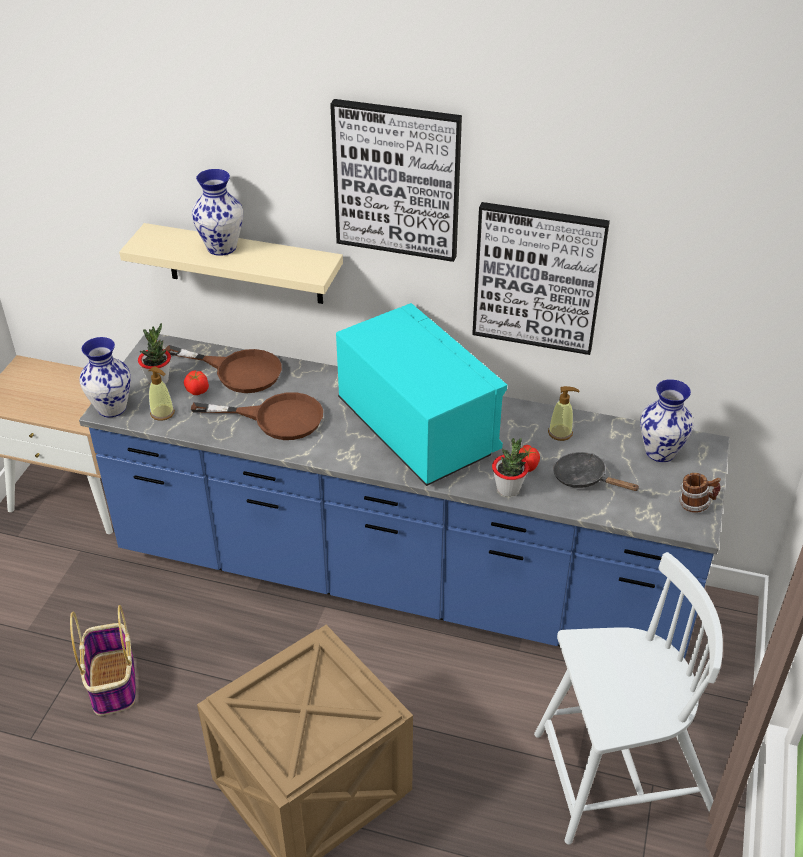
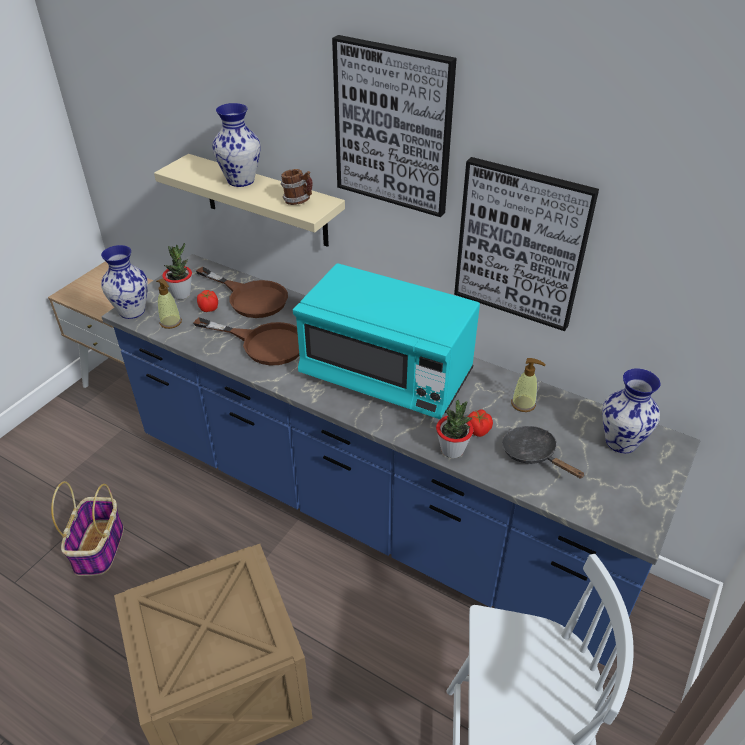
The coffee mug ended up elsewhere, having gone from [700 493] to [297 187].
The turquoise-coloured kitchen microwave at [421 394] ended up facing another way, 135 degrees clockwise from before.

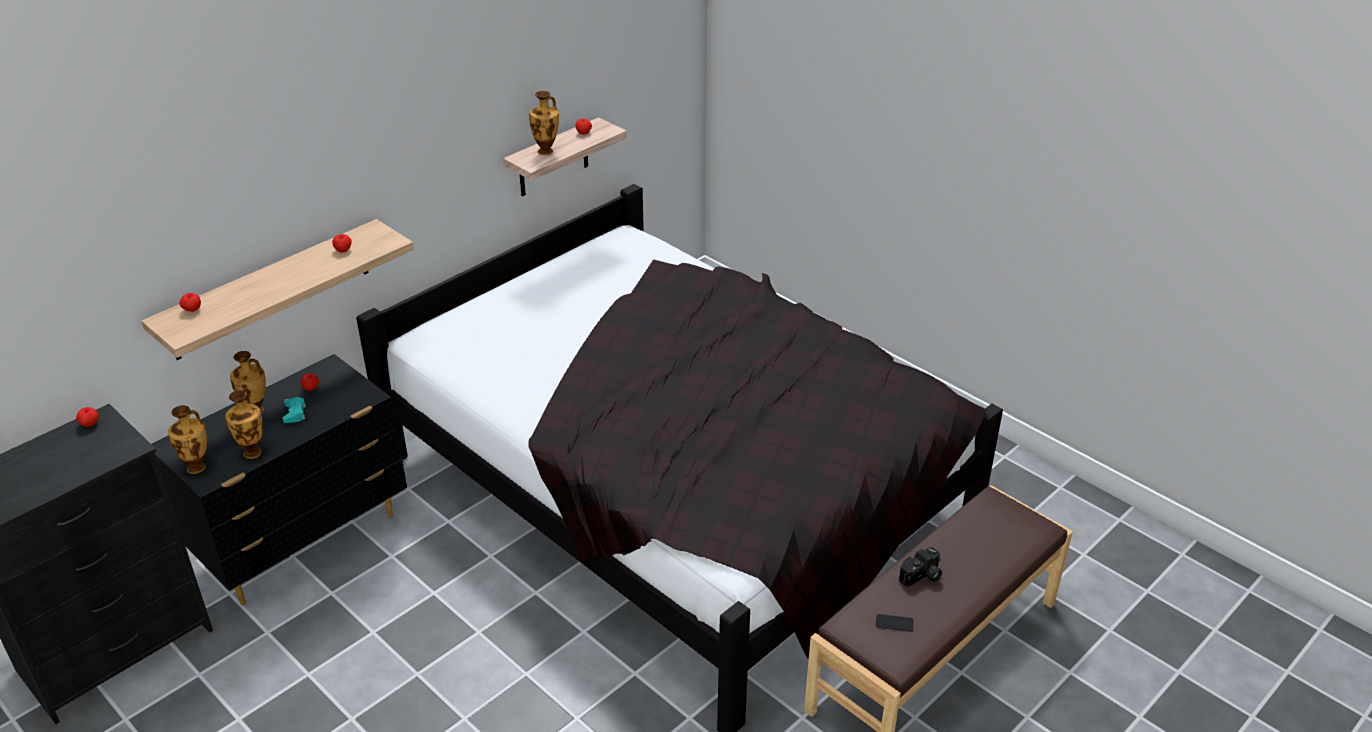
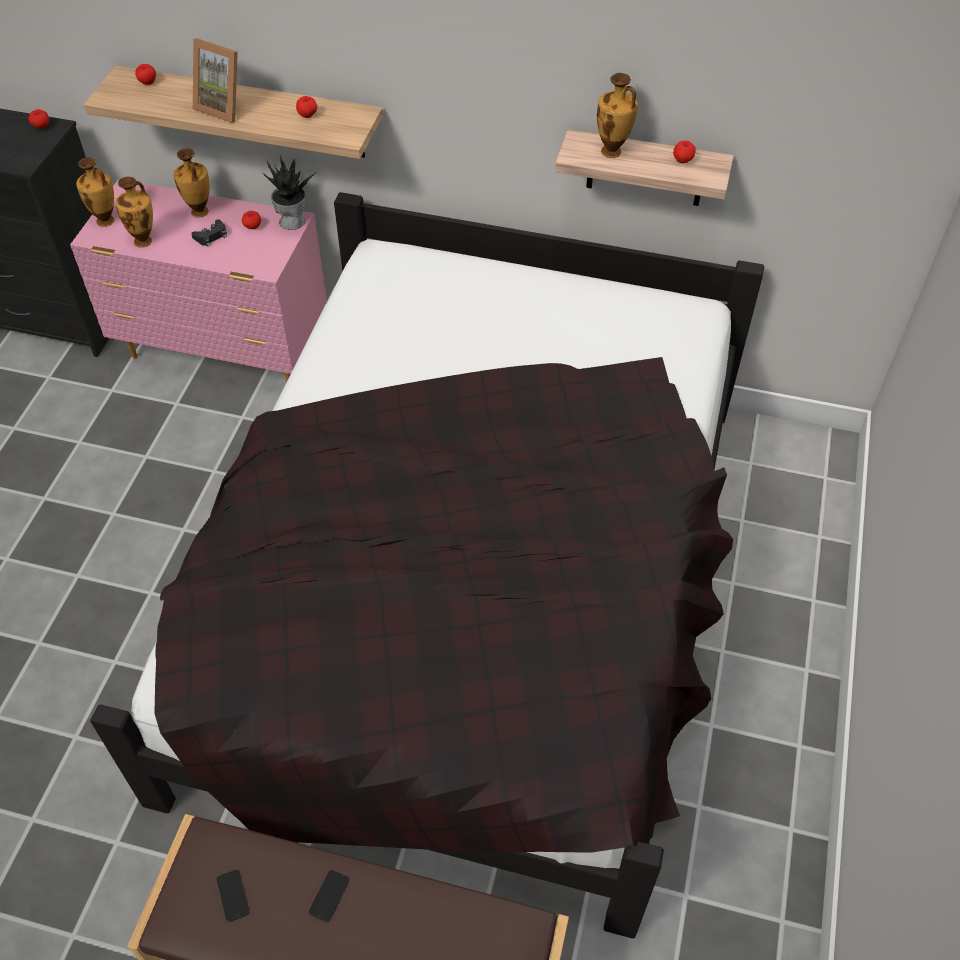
What was the black-coloured chest of drawers at [279 479] turned into the pink chest of drawers at [198 280].
What was the turquoise-coloured gamepad at [294 410] turned into the black-coloured gamepad at [209 233].
The second view gained the standing frame at [215 80].
The second view gained the plant in a pot at [289 192].
Where the still camera stood at [920 567], the phone came to stand at [329 896].

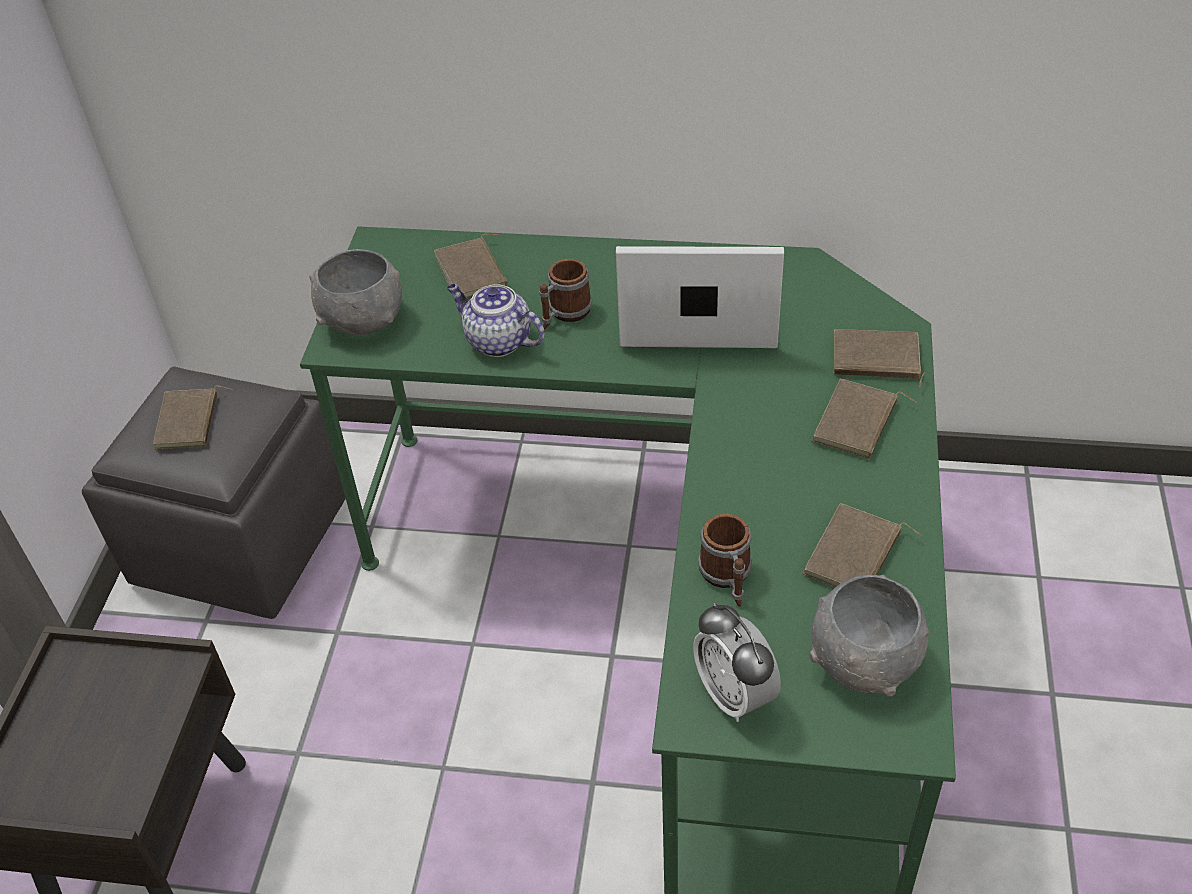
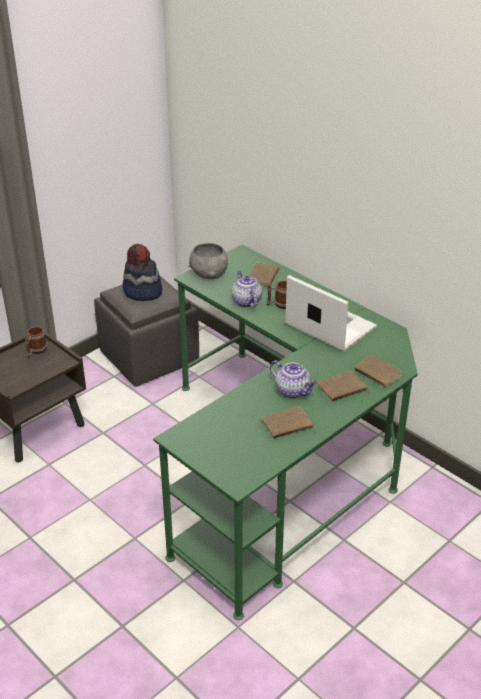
The coffee mug ended up elsewhere, having gone from [725 560] to [36 342].
Where the brownish volume stood at [192 417], the hat came to stand at [142 272].
The second view gained the tea pot at [293 379].
The second view lost the bedside clock at [737 662].
The second view lost the gray bowl at [869 635].

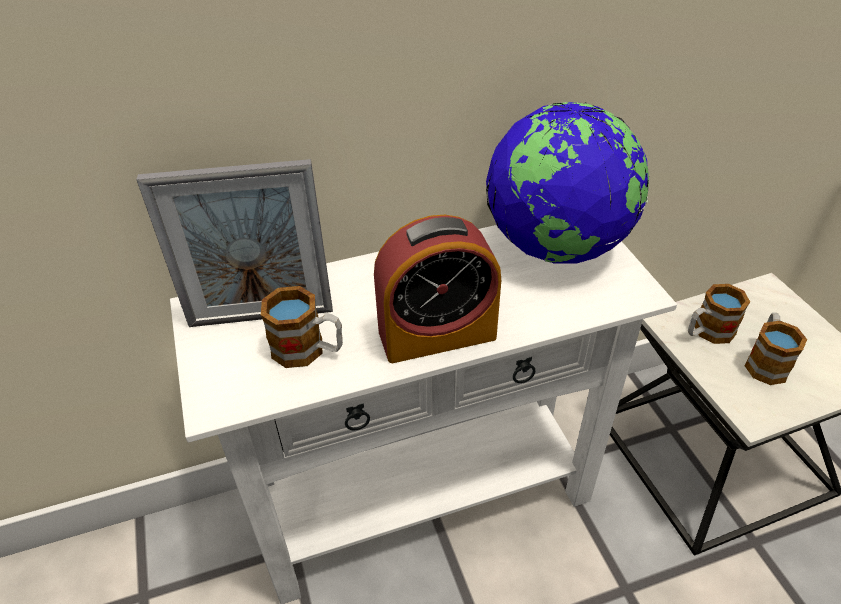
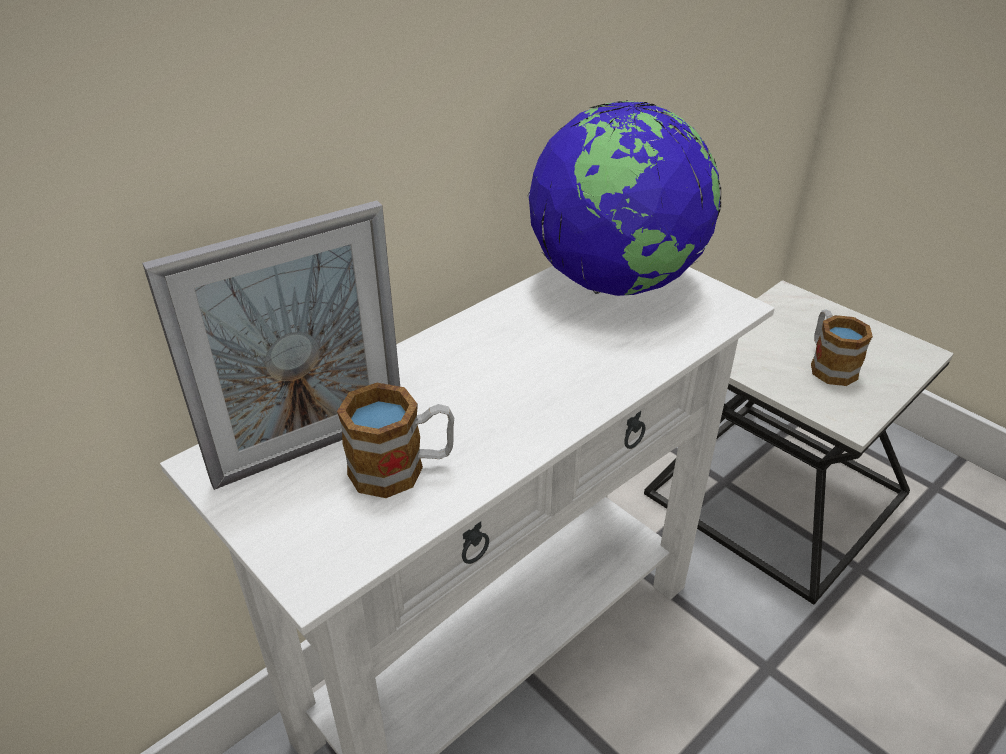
The second view lost the bedside clock at [437 289].
The second view lost the coffee mug at [719 314].

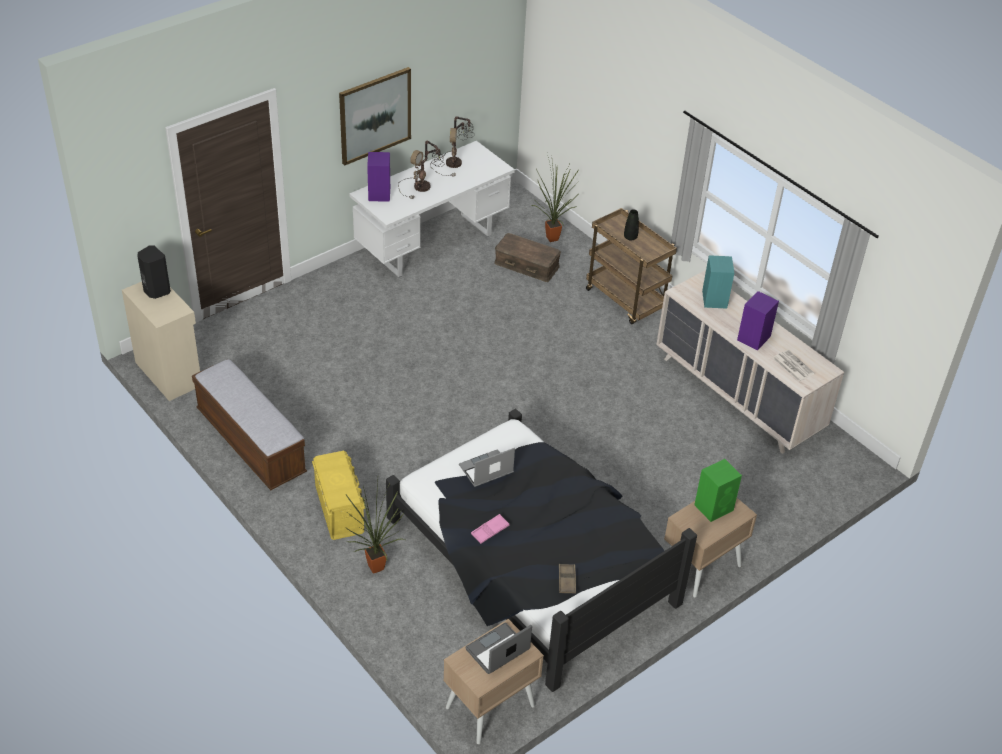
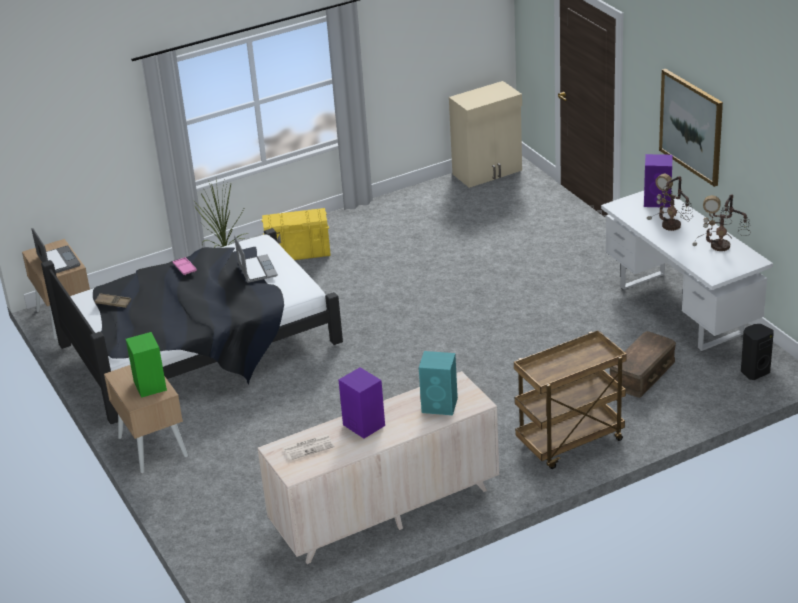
The black-coloured loudspeaker ended up elsewhere, having gone from [154 272] to [757 352].
The second view lost the indoor bench at [249 424].
The second view lost the plant in a pot at [554 199].
The second view lost the black-coloured decorative vase at [631 225].

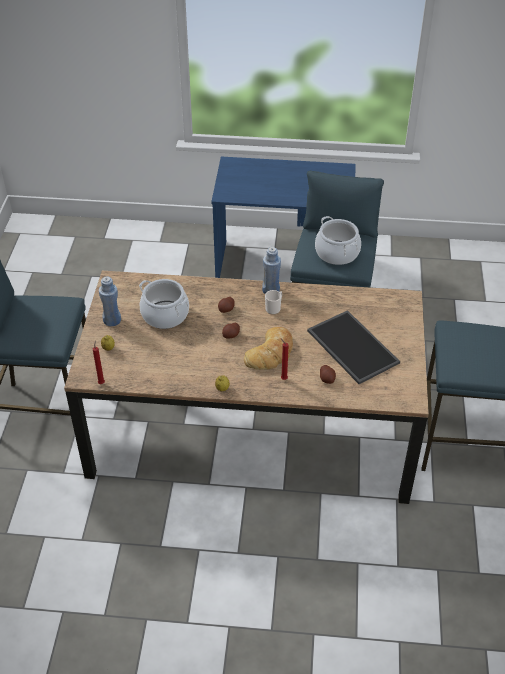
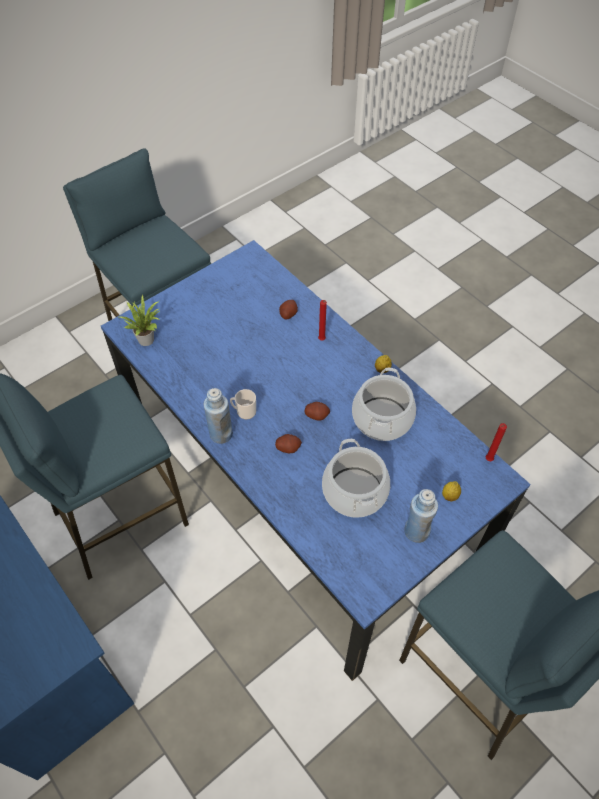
What was the brownish dining table at [246 387] turned into the blue-coloured dining table at [316 460].
The second view gained the plant in a pot at [139 320].
The stockpot ended up elsewhere, having gone from [338 240] to [384 404].
The second view lost the bakery bread at [268 348].
The second view lost the carrying tray at [353 347].

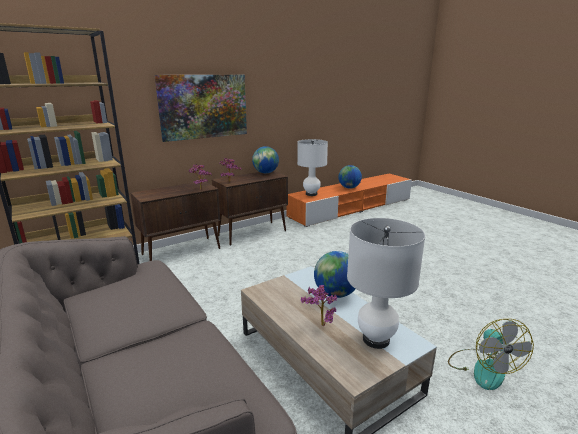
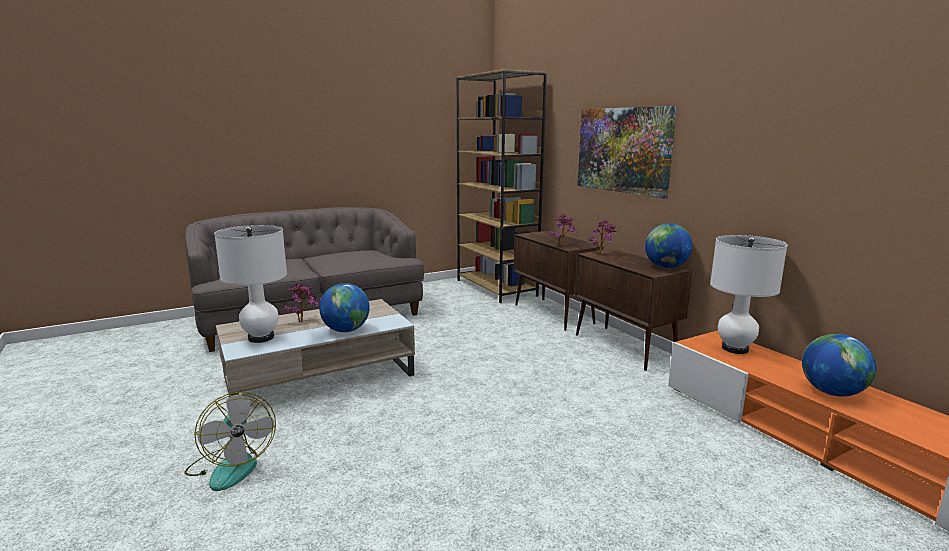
The cooling fan at [491 354] ended up facing another way, 120 degrees counterclockwise from before.

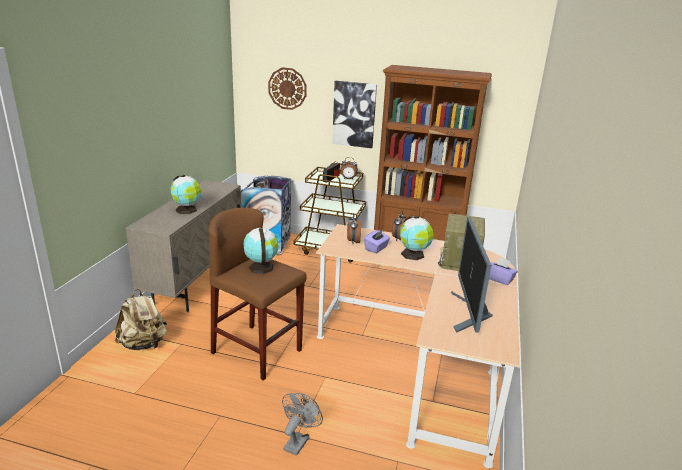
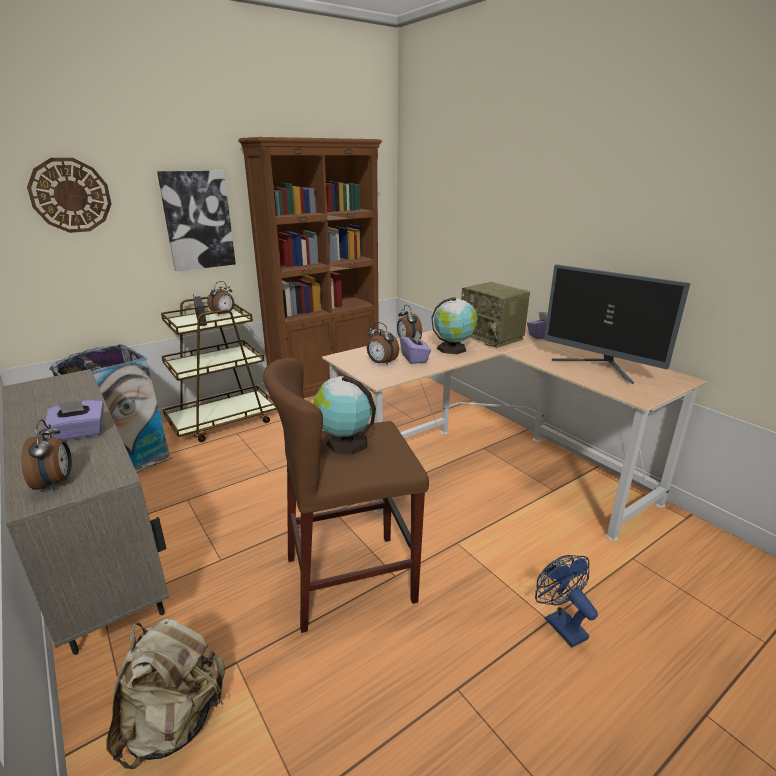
The second view gained the bedside clock at [46 455].
Where the desk globe stood at [186 194], the purplish tissue box came to stand at [74 420].
What was the gray cooling fan at [302 424] turned into the blue-coloured cooling fan at [566 601].

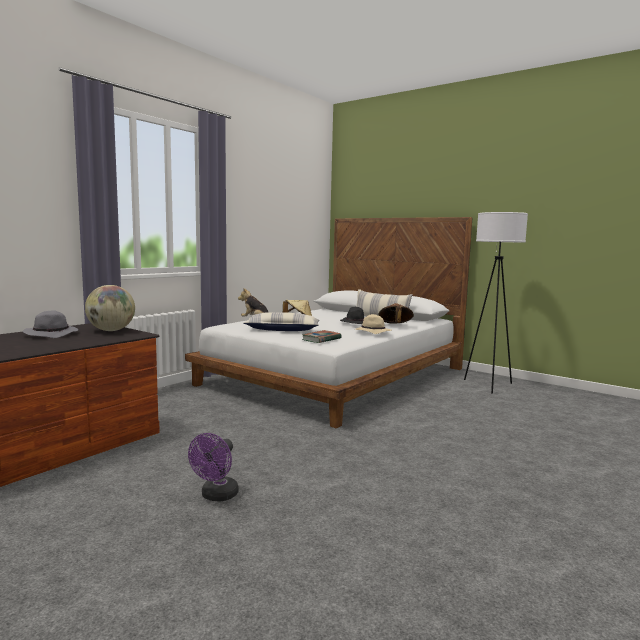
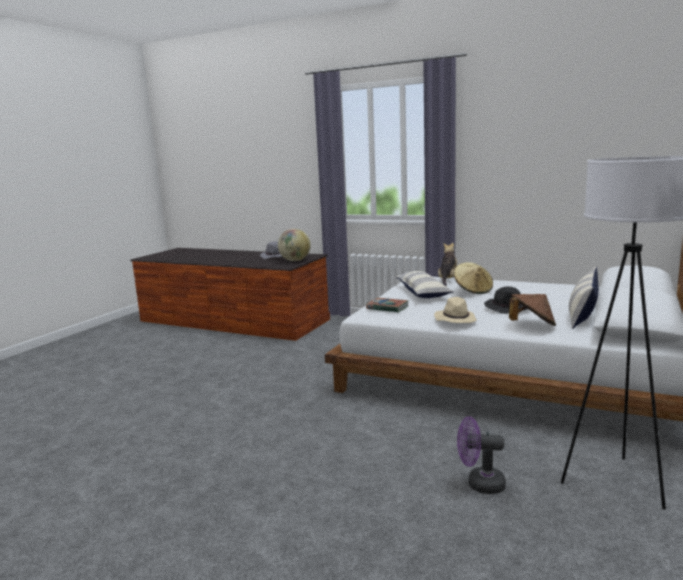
The purplish cooling fan ended up elsewhere, having gone from [213 467] to [481 455].

